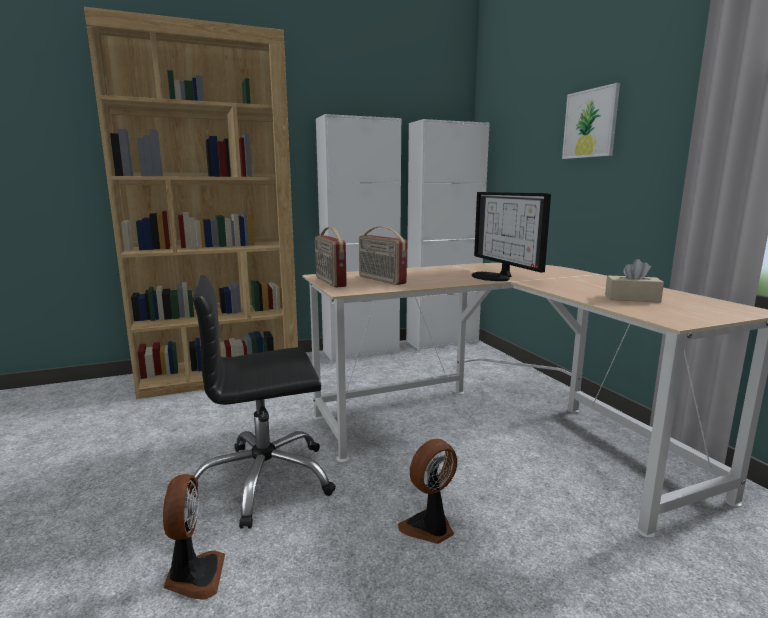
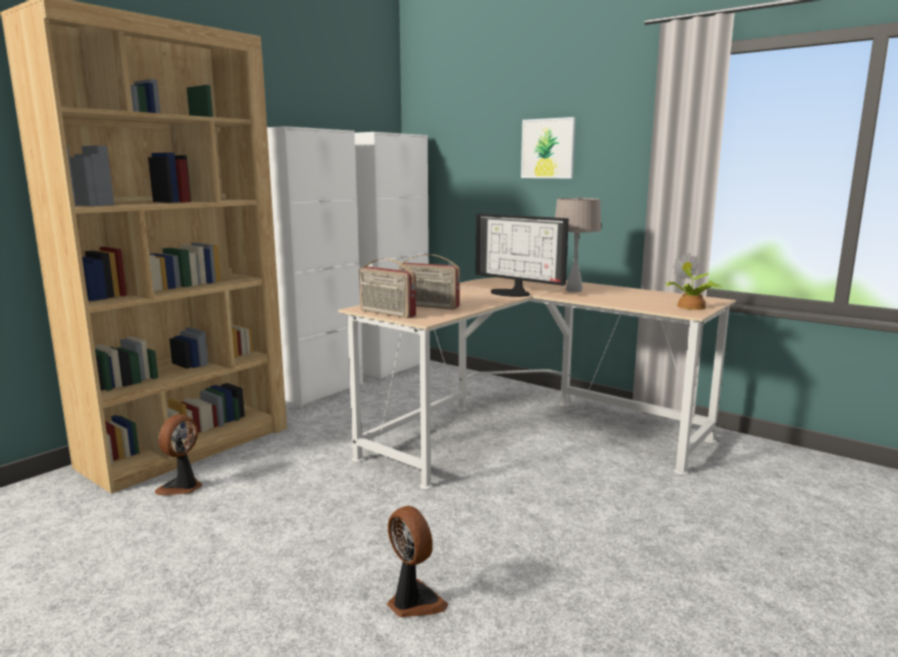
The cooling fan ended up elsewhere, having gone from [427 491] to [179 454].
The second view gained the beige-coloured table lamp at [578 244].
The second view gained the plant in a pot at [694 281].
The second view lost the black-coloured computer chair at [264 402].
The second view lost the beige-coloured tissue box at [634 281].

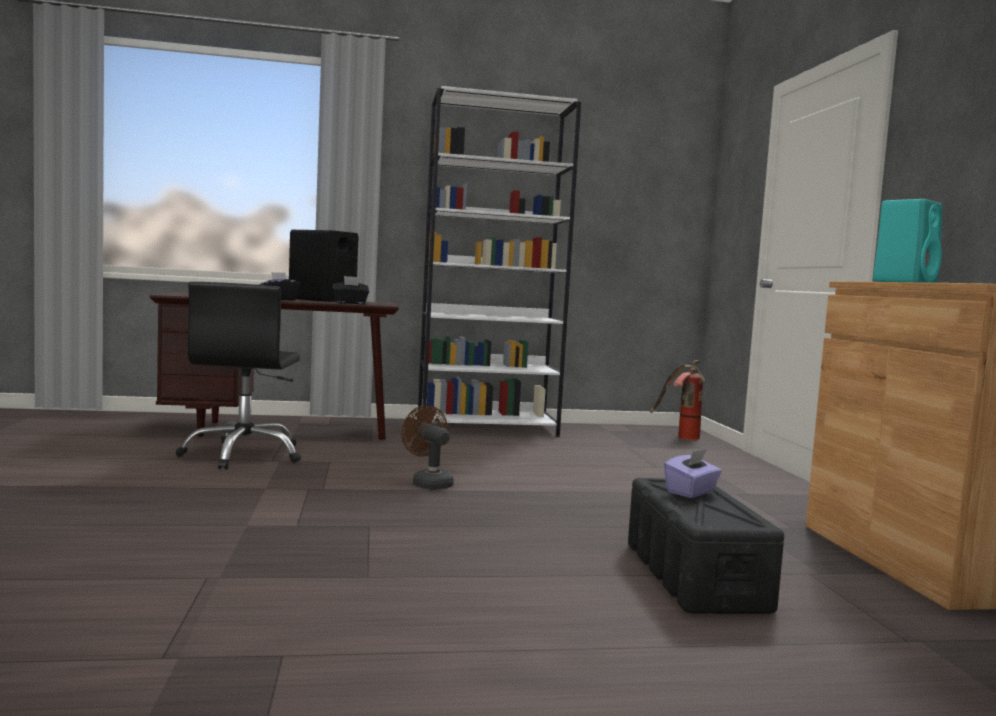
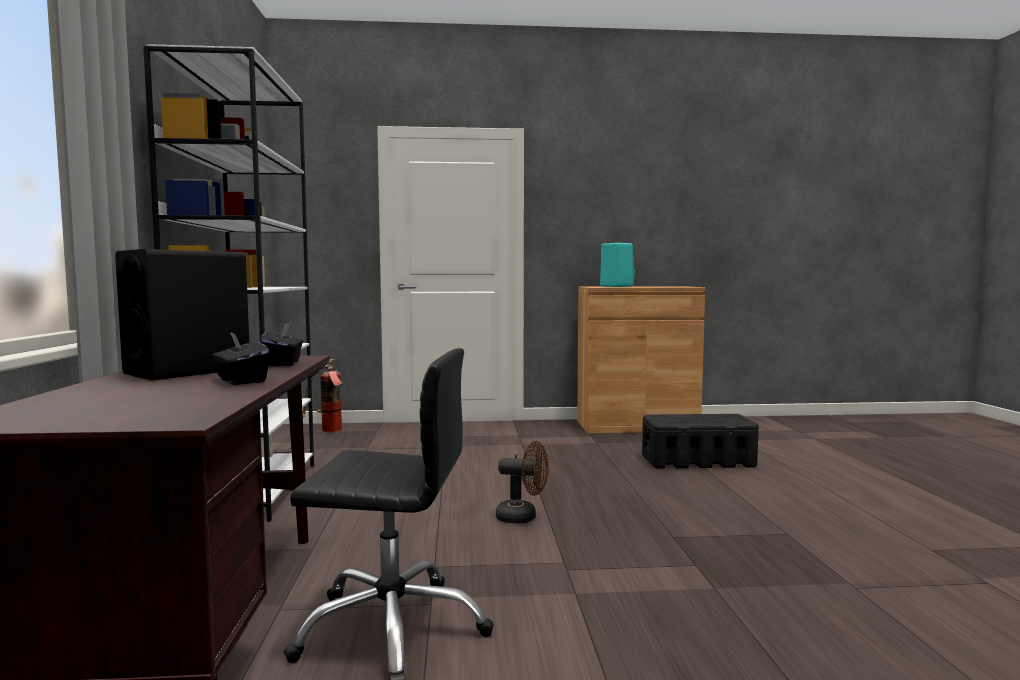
The brownish cooling fan at [427 447] ended up facing another way, 135 degrees counterclockwise from before.
The second view lost the purplish tissue box at [693 473].

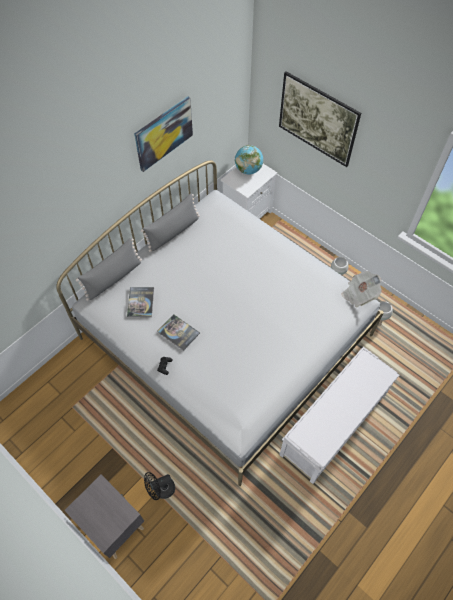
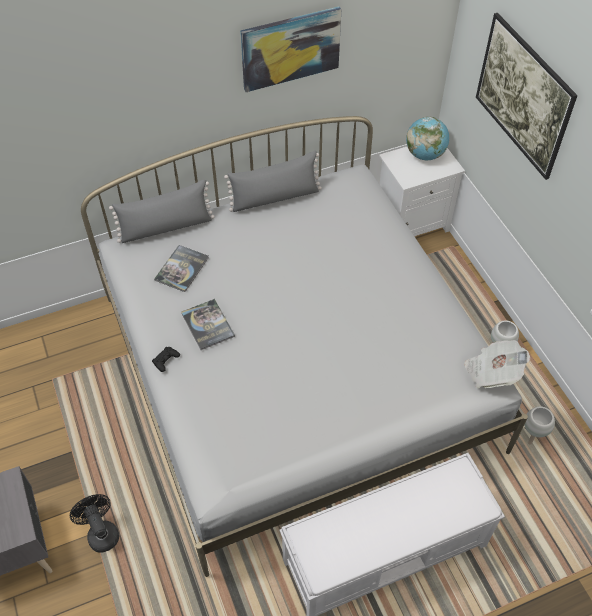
The black-coloured cooling fan at [159 486] ended up facing another way, 60 degrees clockwise from before.

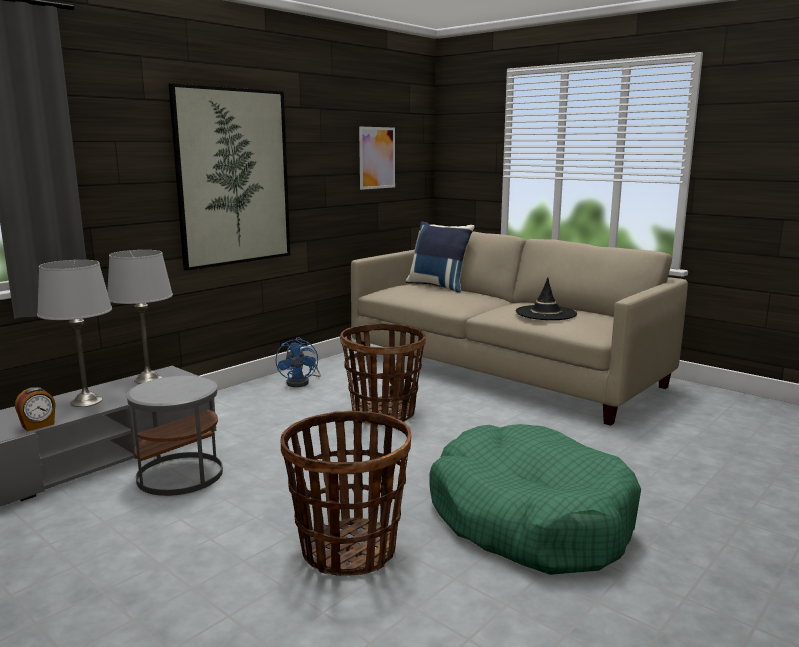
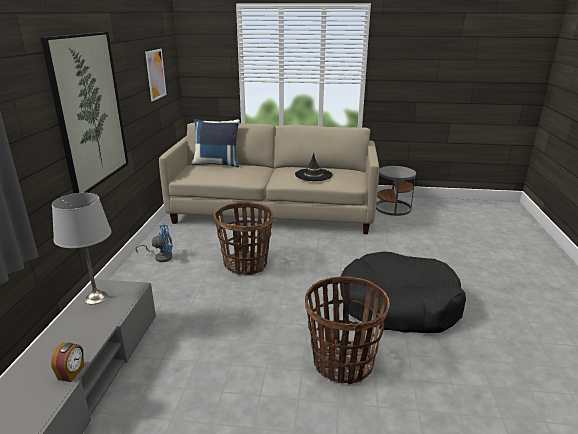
The blue-coloured cooling fan at [298 362] ended up facing another way, 60 degrees counterclockwise from before.
What was the greenish dog cushion at [535 499] turned into the black-coloured dog cushion at [403 292].
The gray accent table ended up elsewhere, having gone from [174 436] to [396 191].
The second view lost the gray table lamp at [74 333].

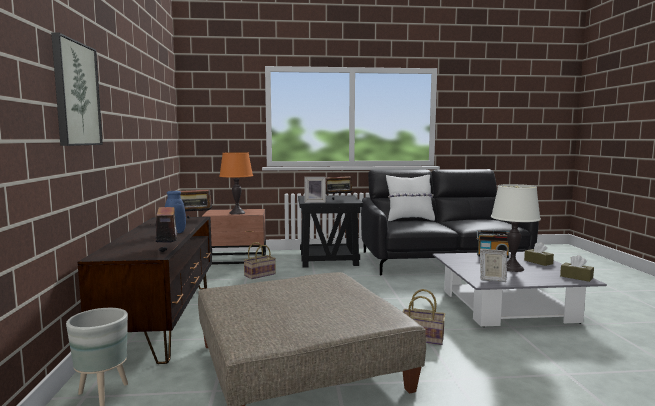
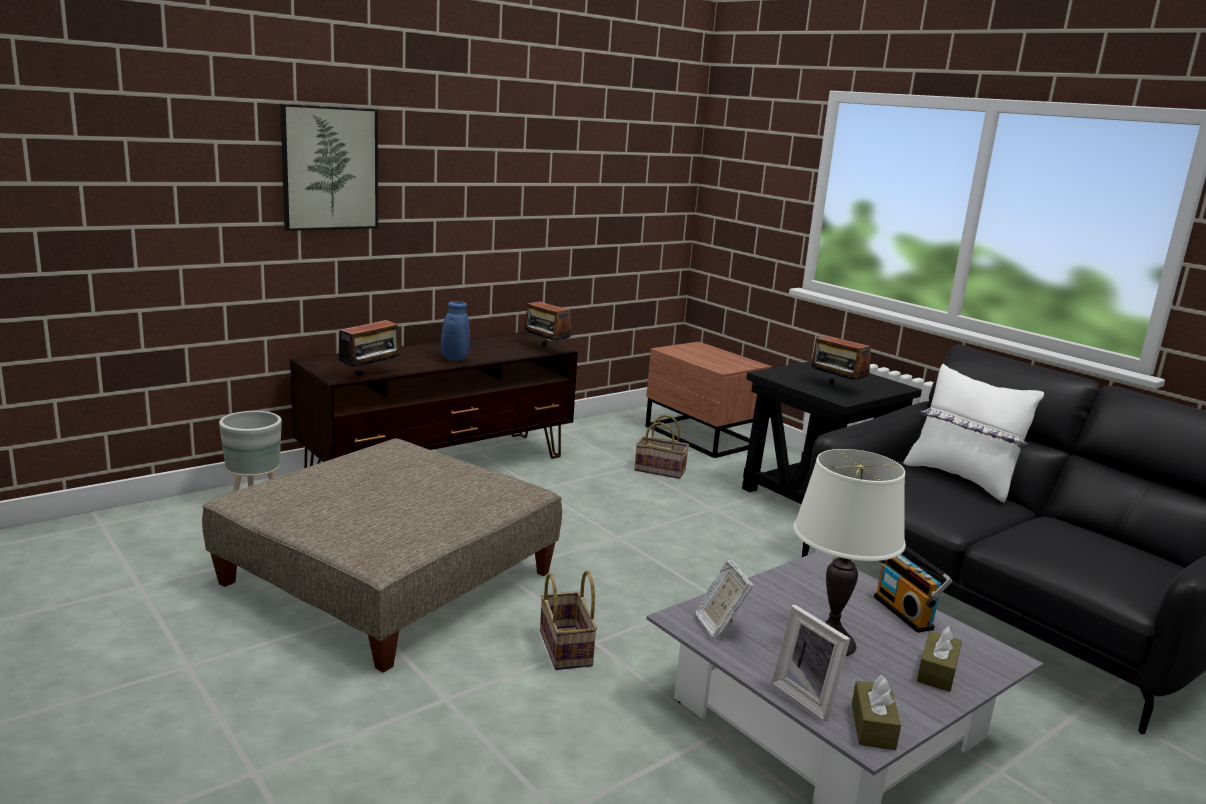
The standing frame ended up elsewhere, having gone from [315 190] to [811 663].
The second view lost the orangey table lamp at [236 183].

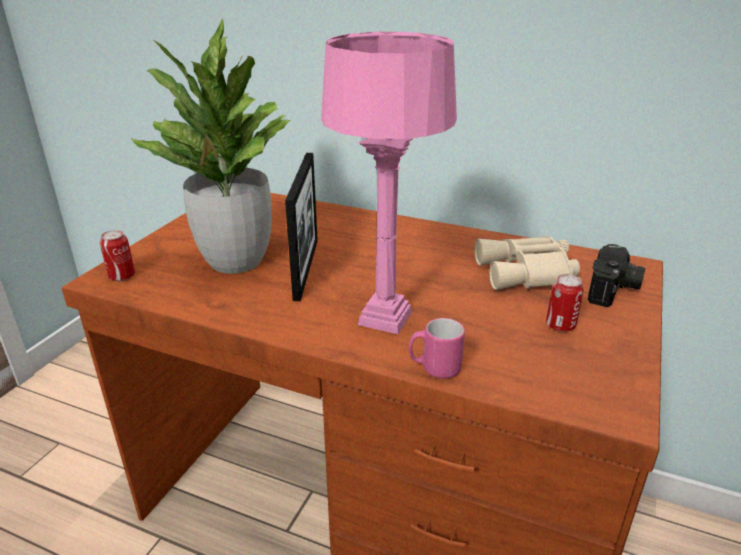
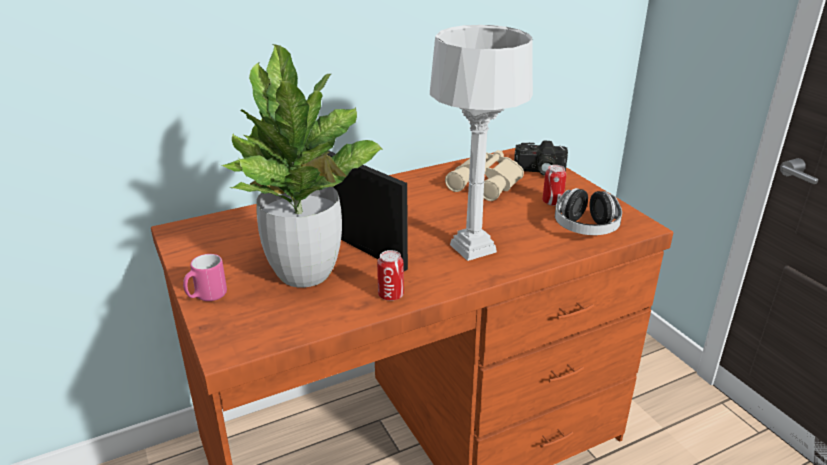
The pink coffee mug ended up elsewhere, having gone from [437 348] to [205 277].
The metal can ended up elsewhere, having gone from [117 255] to [390 275].
What was the pink table lamp at [389 183] turned into the gray table lamp at [481 143].
The still camera at [617 275] ended up facing another way, 120 degrees clockwise from before.
The second view gained the headphones at [588 211].

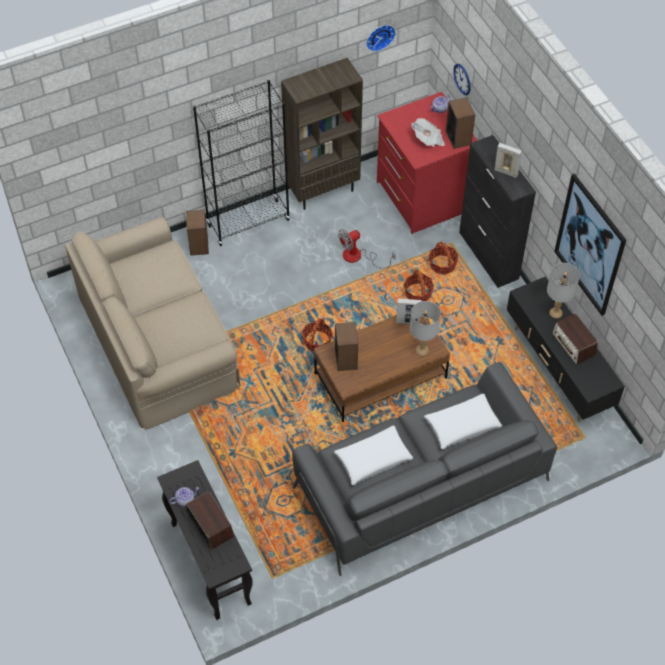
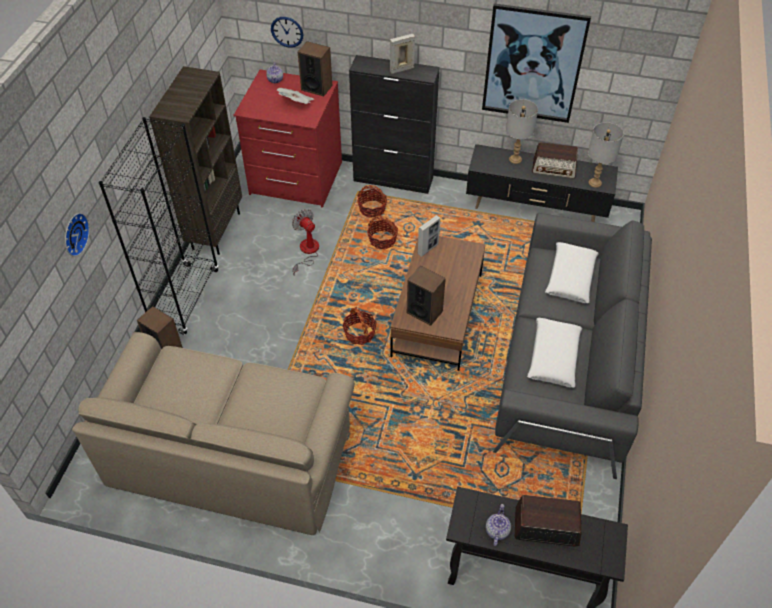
The wall clock ended up elsewhere, having gone from [381 38] to [77 235].
The cooling fan at [366 249] ended up facing another way, 135 degrees clockwise from before.
The gray table lamp ended up elsewhere, having gone from [425 328] to [606 155].

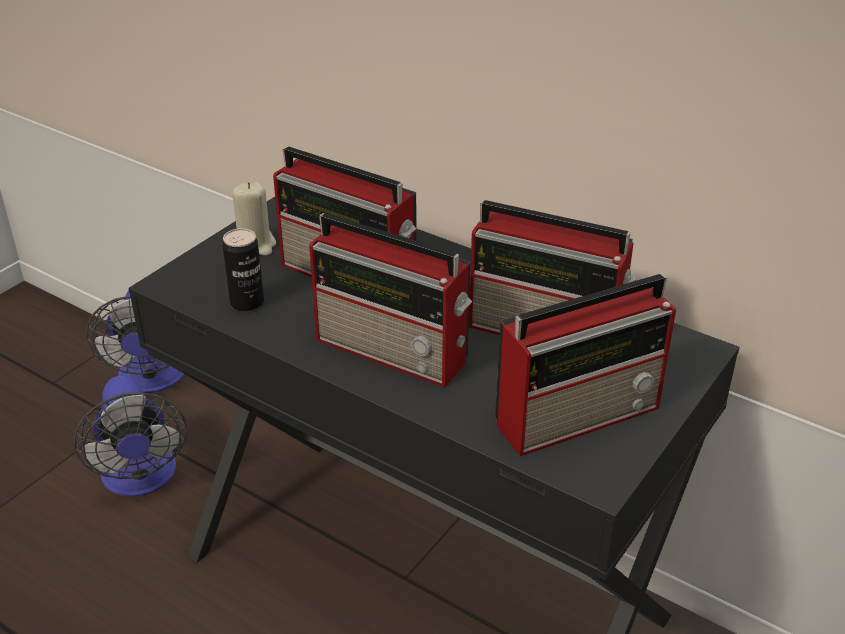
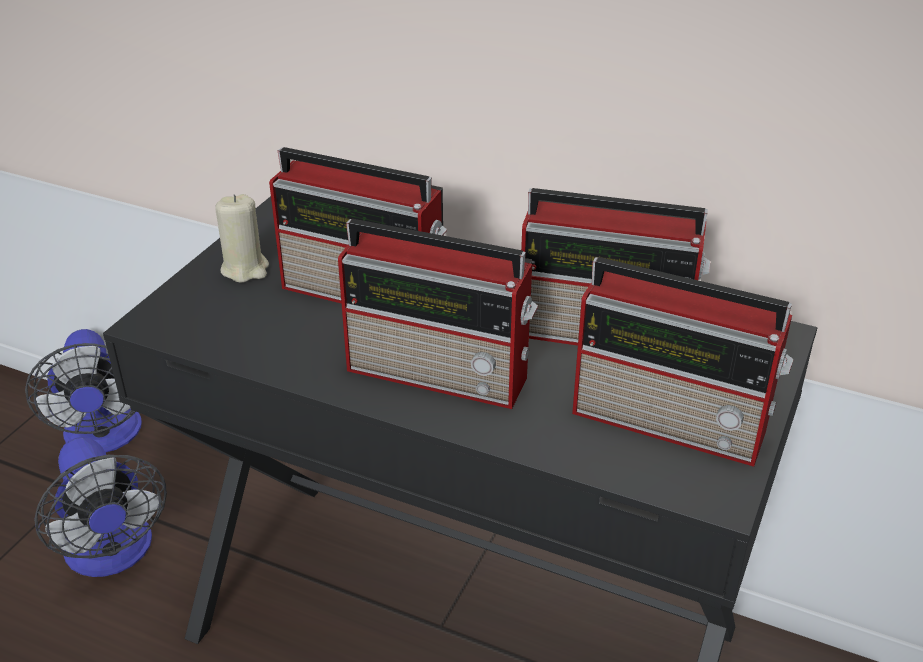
The radio at [585 365] ended up facing another way, 60 degrees clockwise from before.
The second view lost the metal can at [243 270].

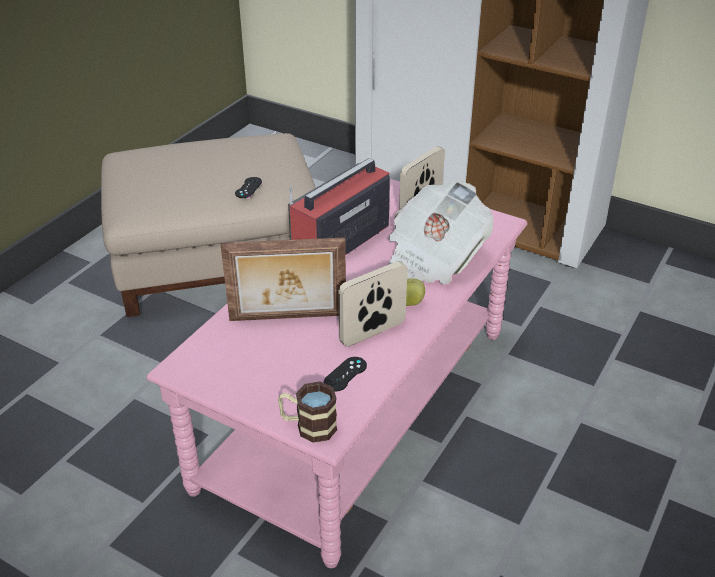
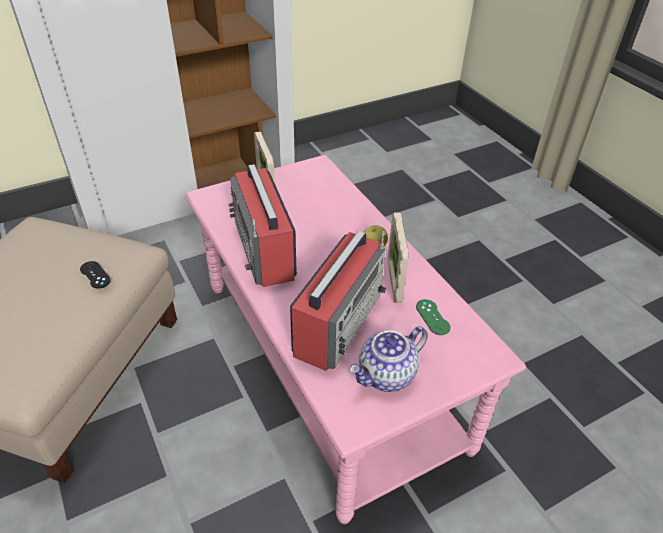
Where the standing frame stood at [283 279], the radio came to stand at [338 301].
The second view gained the tea pot at [388 359].
What was the black-coloured gamepad at [345 374] turned into the greenish gamepad at [433 317].
The second view lost the coffee mug at [307 412].
The second view lost the printed paper at [440 232].

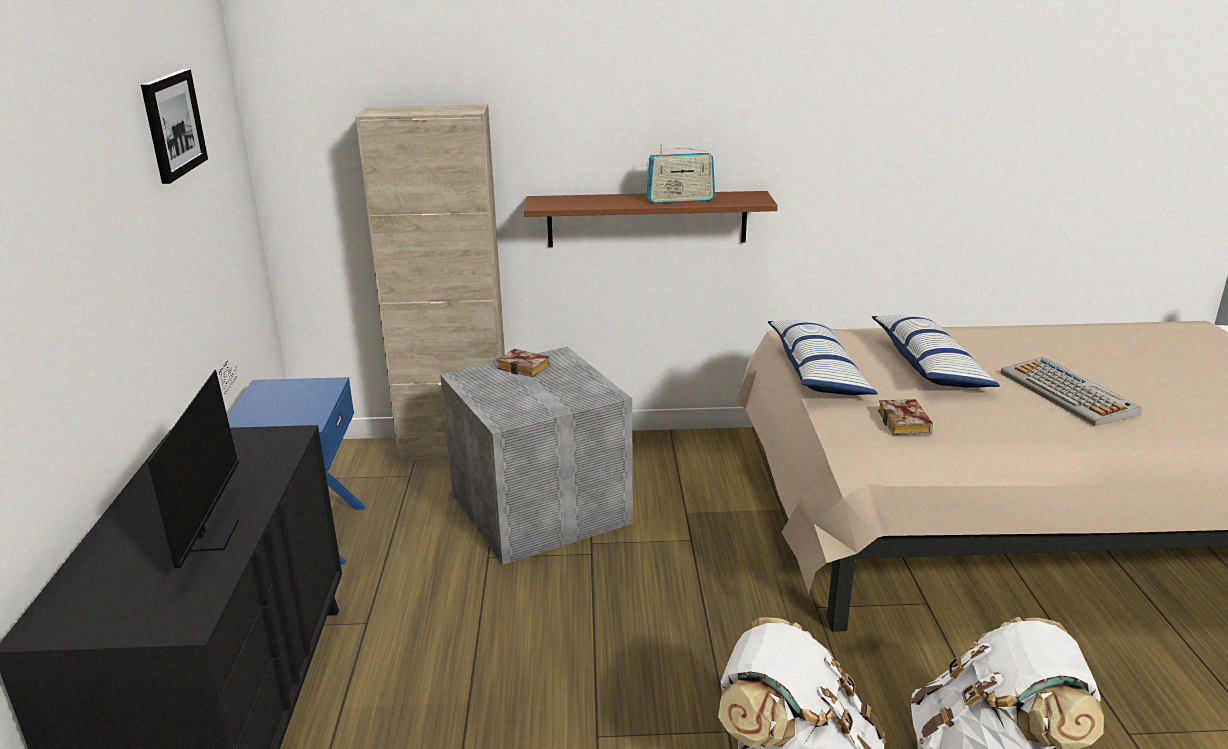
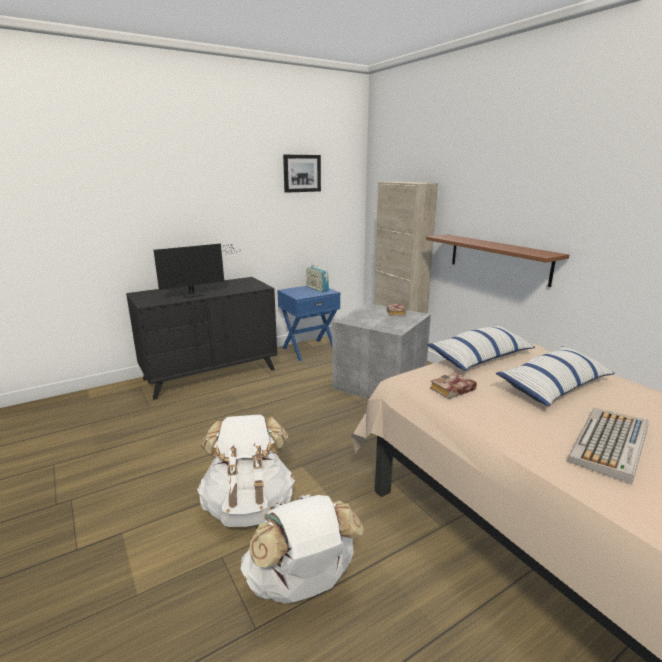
The radio ended up elsewhere, having gone from [680 174] to [317 279].

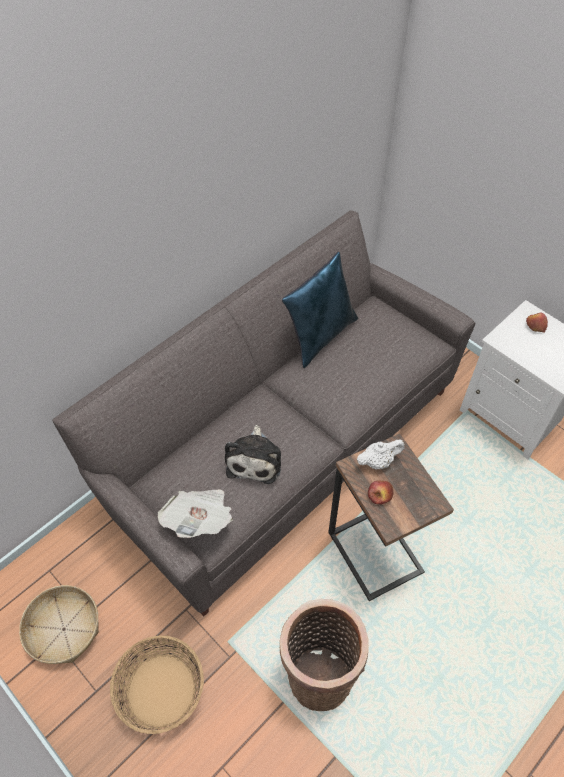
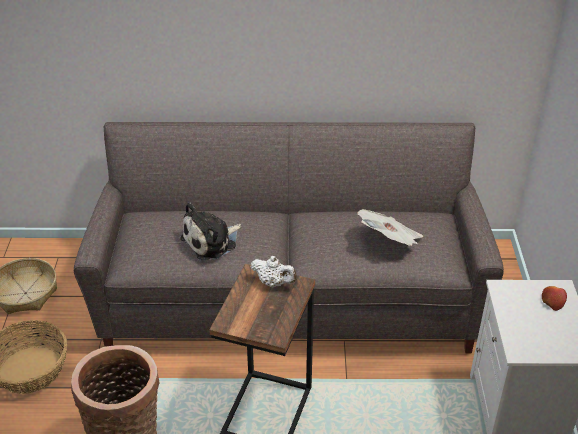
The printed paper ended up elsewhere, having gone from [195 513] to [390 227].
The second view lost the blue-coloured cushion at [320 310].
The second view lost the apple fruit at [380 492].

